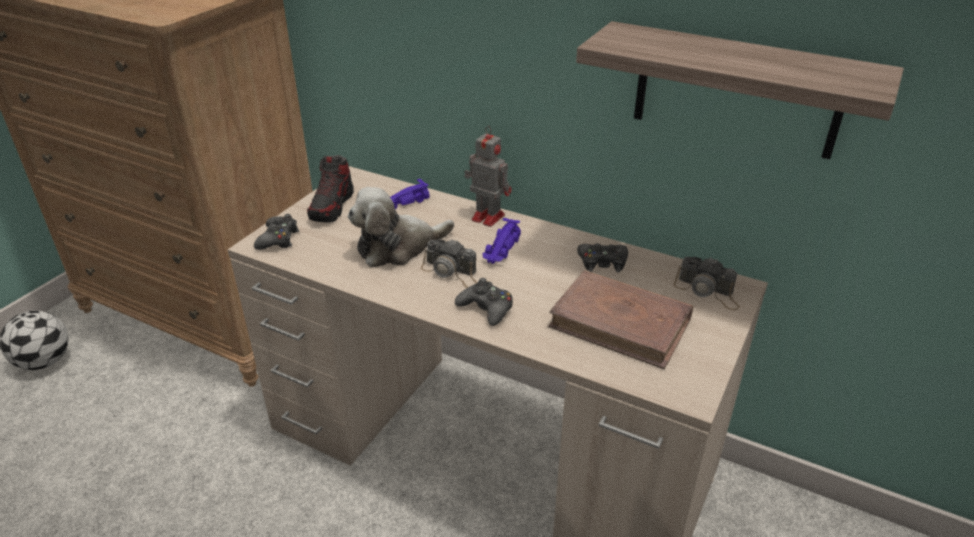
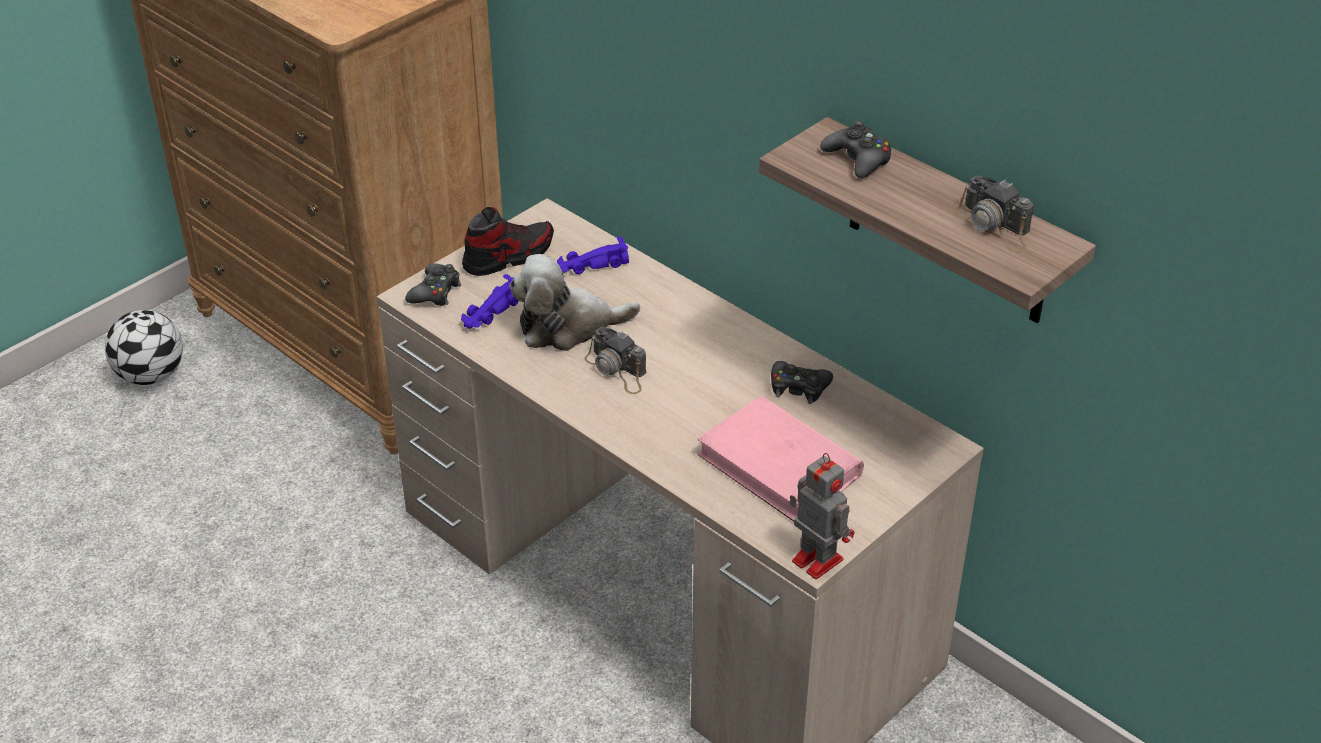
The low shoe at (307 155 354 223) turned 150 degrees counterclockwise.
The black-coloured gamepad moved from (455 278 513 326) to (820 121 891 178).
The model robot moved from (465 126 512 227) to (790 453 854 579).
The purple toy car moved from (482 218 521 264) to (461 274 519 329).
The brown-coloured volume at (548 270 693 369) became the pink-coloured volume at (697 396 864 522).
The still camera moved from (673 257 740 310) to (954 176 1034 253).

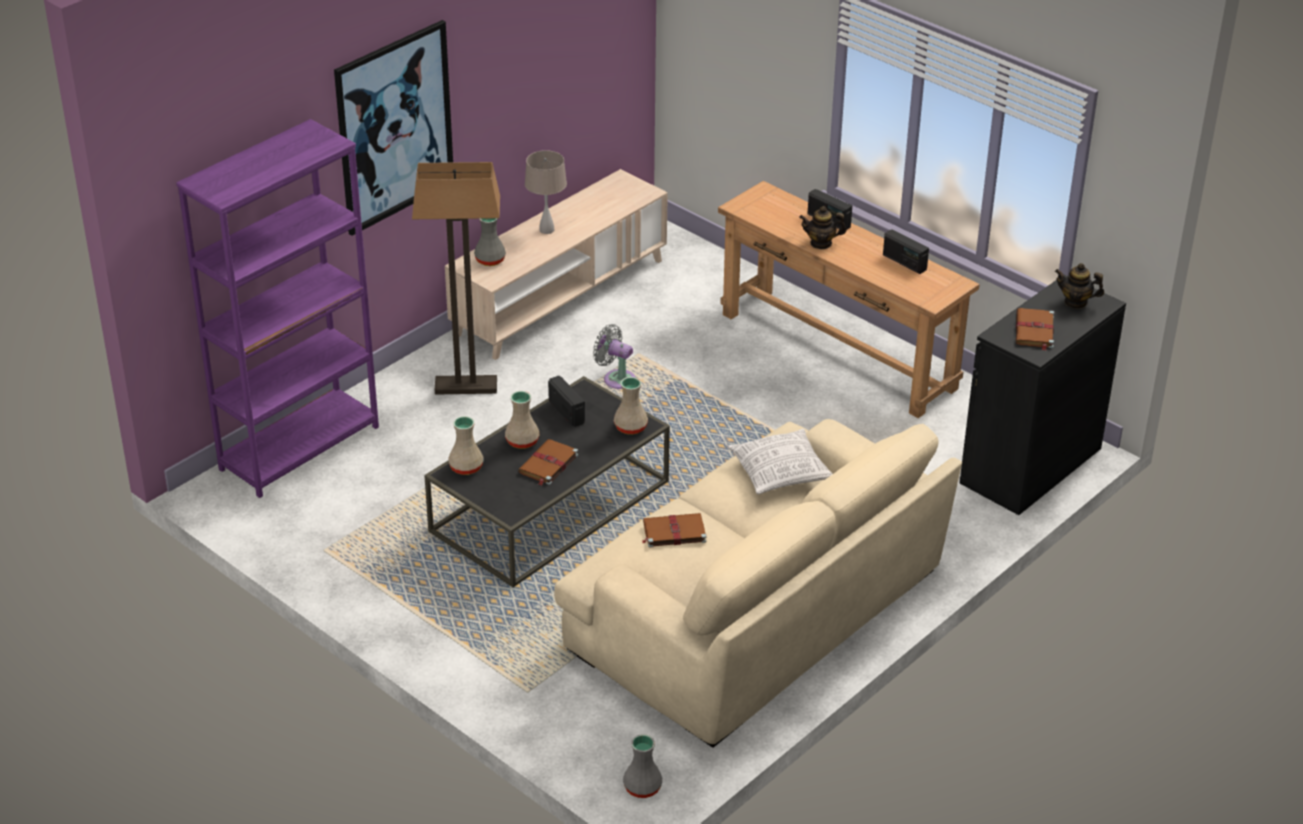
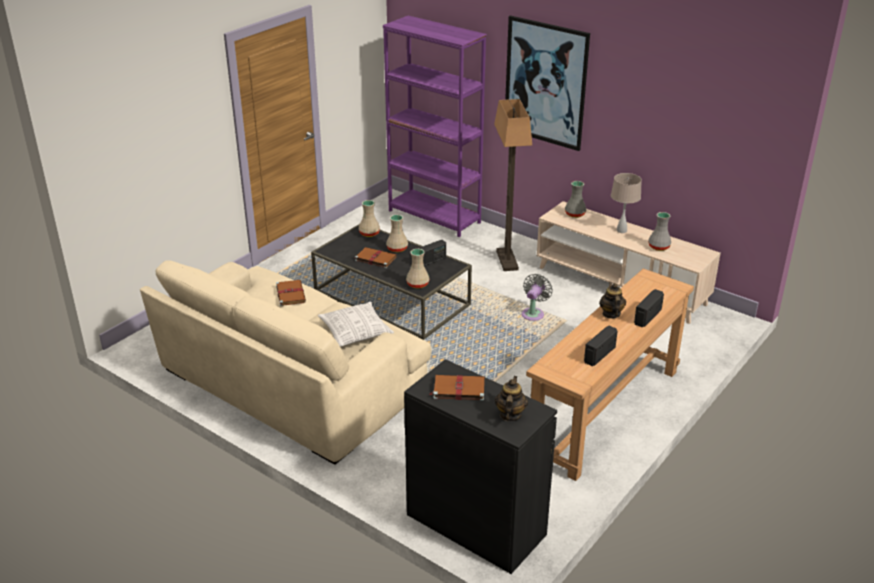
The greyish decorative vase moved from (623 734 662 798) to (648 212 671 251).

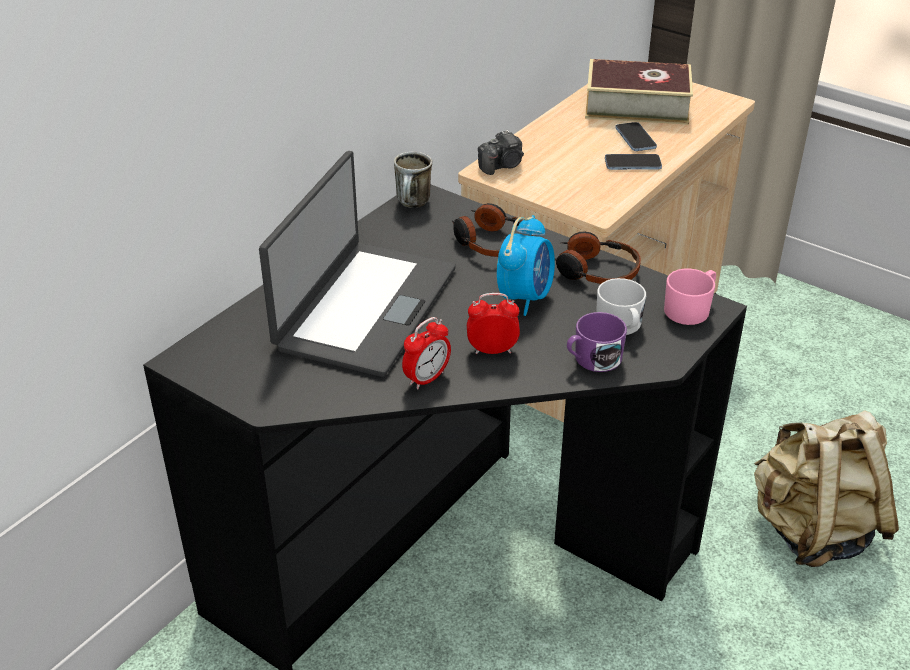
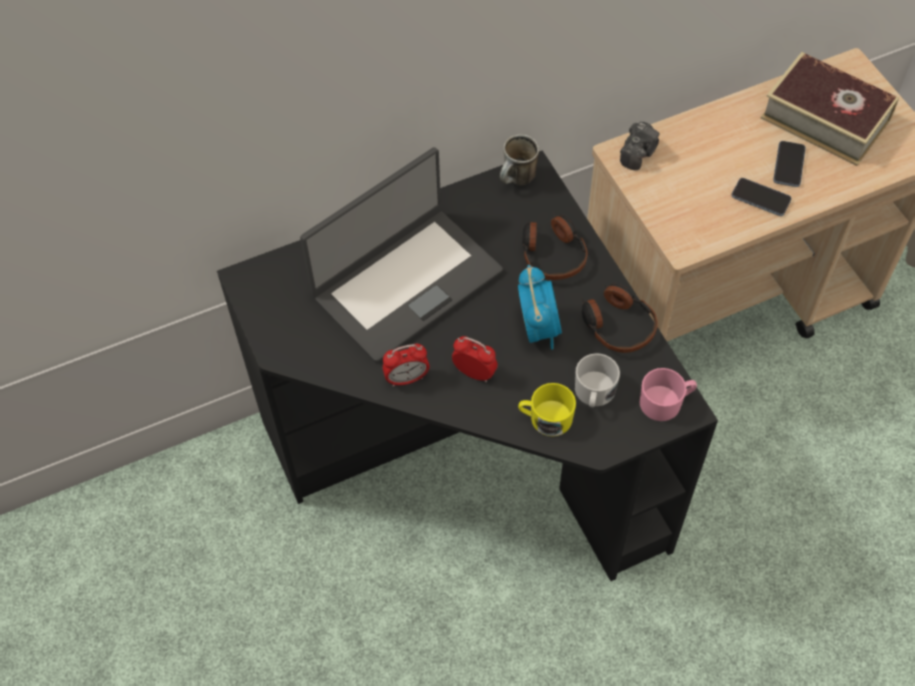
The still camera at (478 130 524 175) turned 60 degrees counterclockwise.
The alarm clock at (497 215 555 316) turned 60 degrees counterclockwise.
The purple tea mug at (567 312 627 372) became the yellow tea mug at (518 383 576 437).
The sand-coloured rucksack at (754 410 899 567) disappeared.

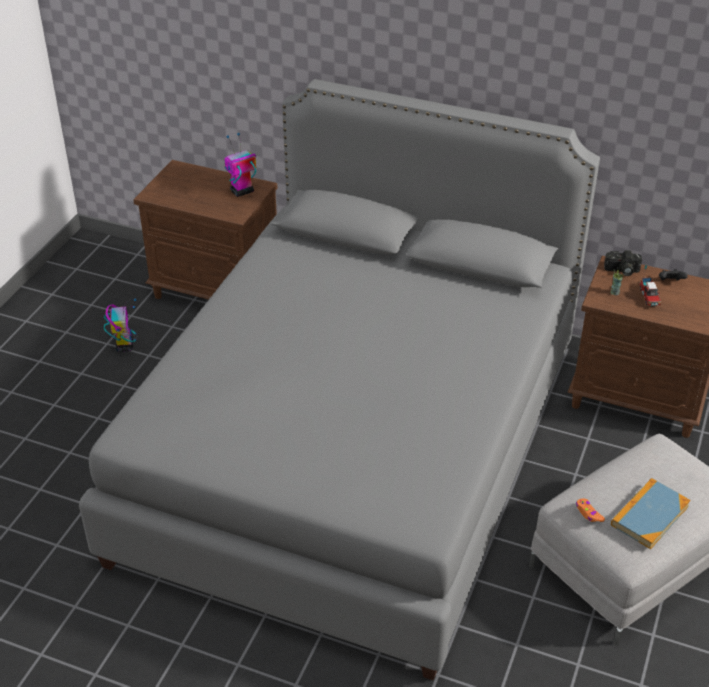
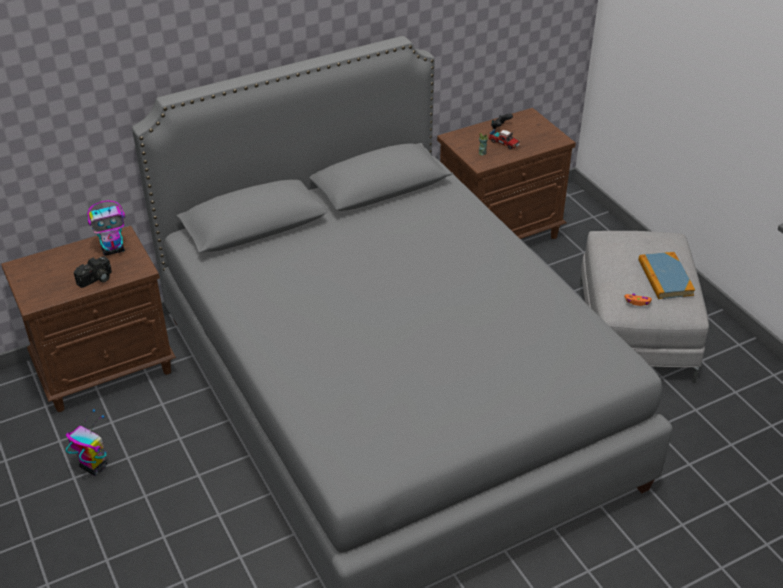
The model robot at (225 133 256 197) turned 120 degrees counterclockwise.
The still camera moved from (604 250 642 276) to (74 256 112 288).

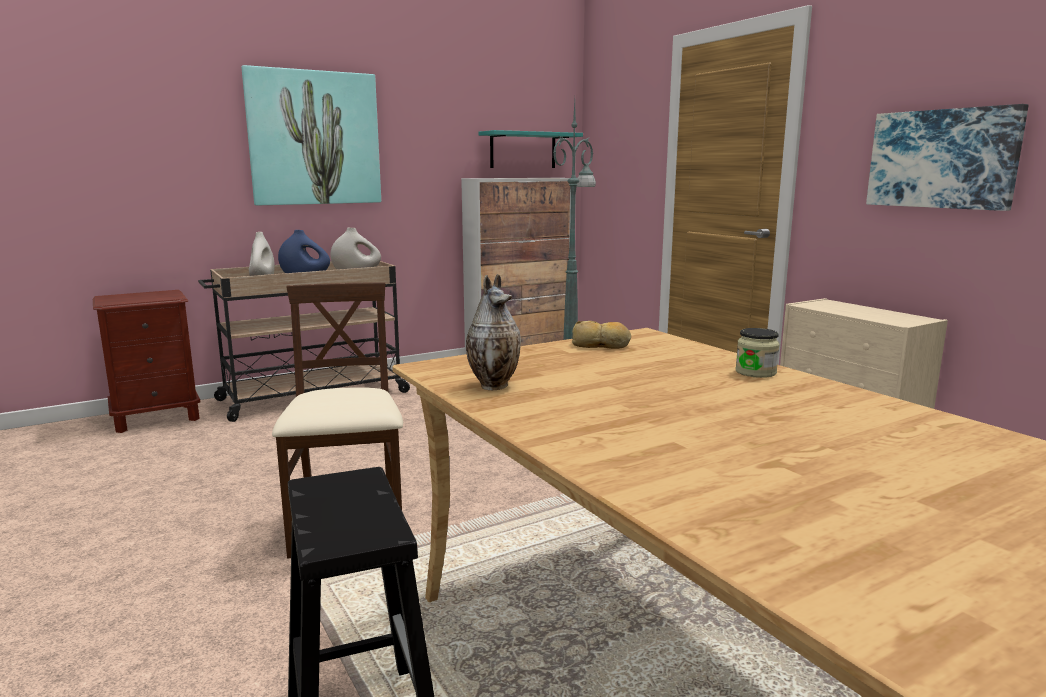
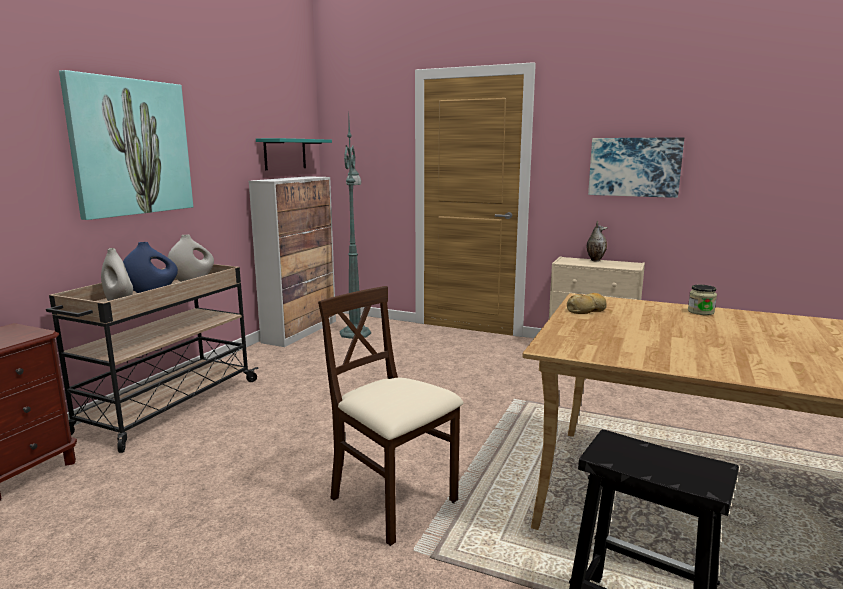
The decorative vase moved from (466 274 521 390) to (586 221 608 262).

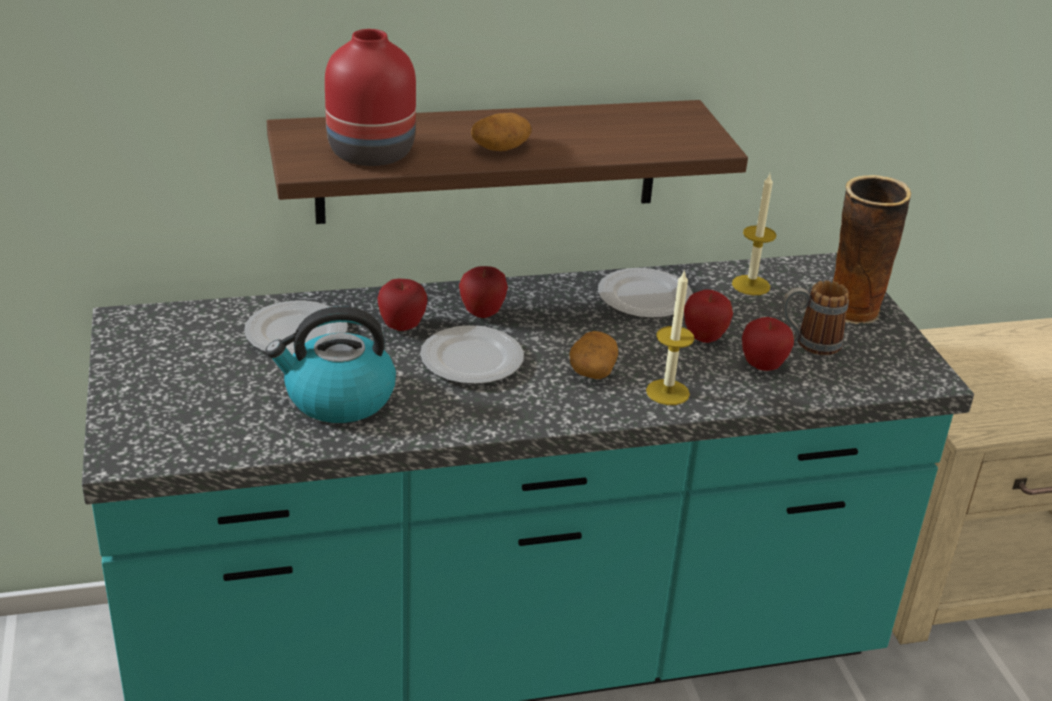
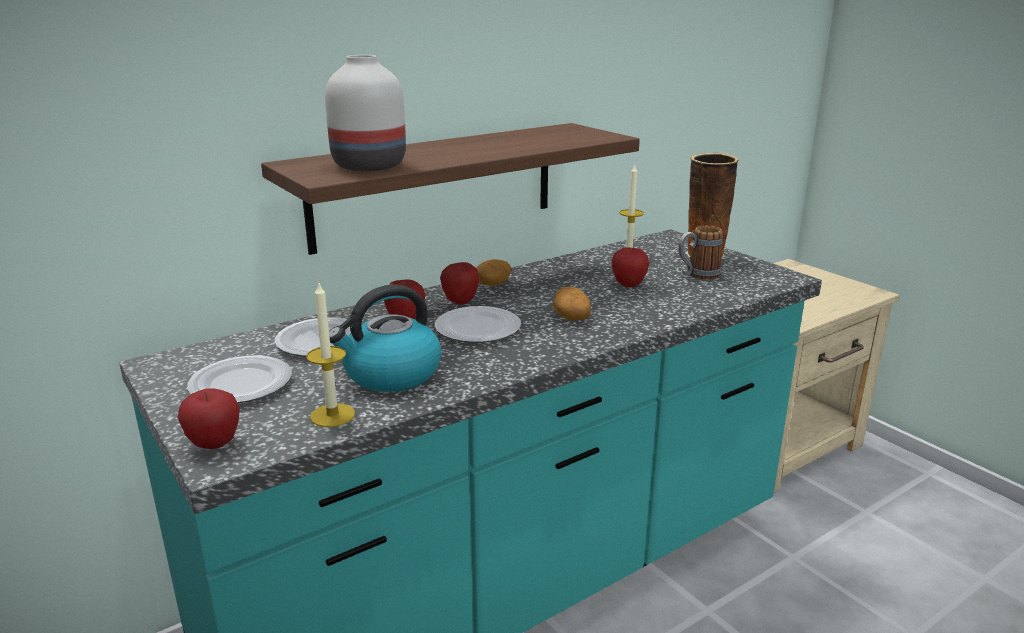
The reddish decorative vase at (325 29 416 166) became the whitish decorative vase at (325 55 406 172).
The whole potato moved from (471 113 532 151) to (476 259 511 286).
The flat dish moved from (598 268 693 318) to (187 356 292 403).
The wax light moved from (646 269 695 405) to (306 281 355 427).
The apple moved from (742 317 794 371) to (177 388 240 449).

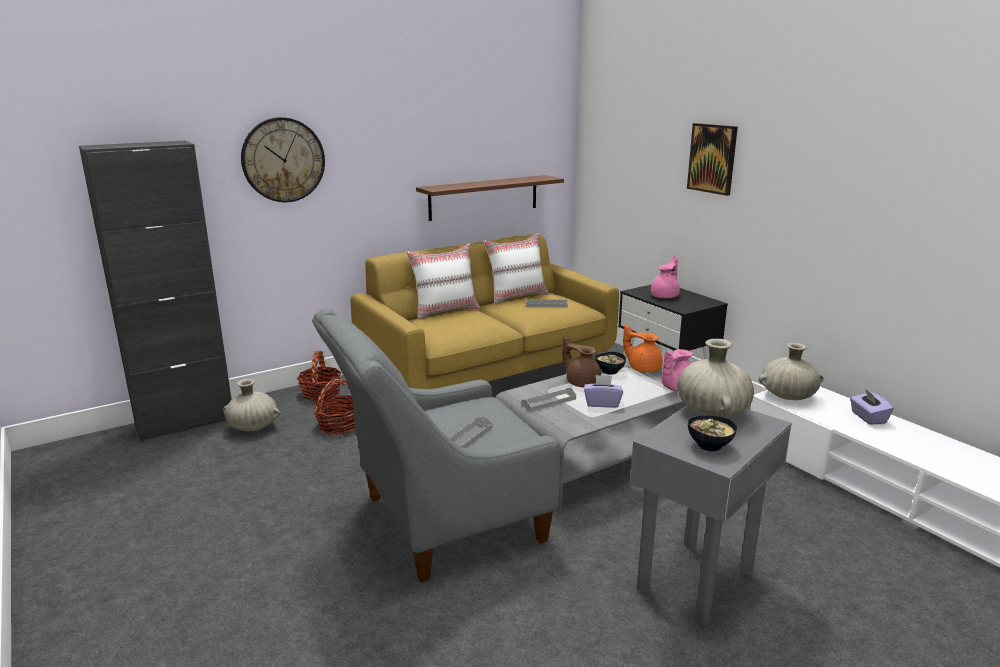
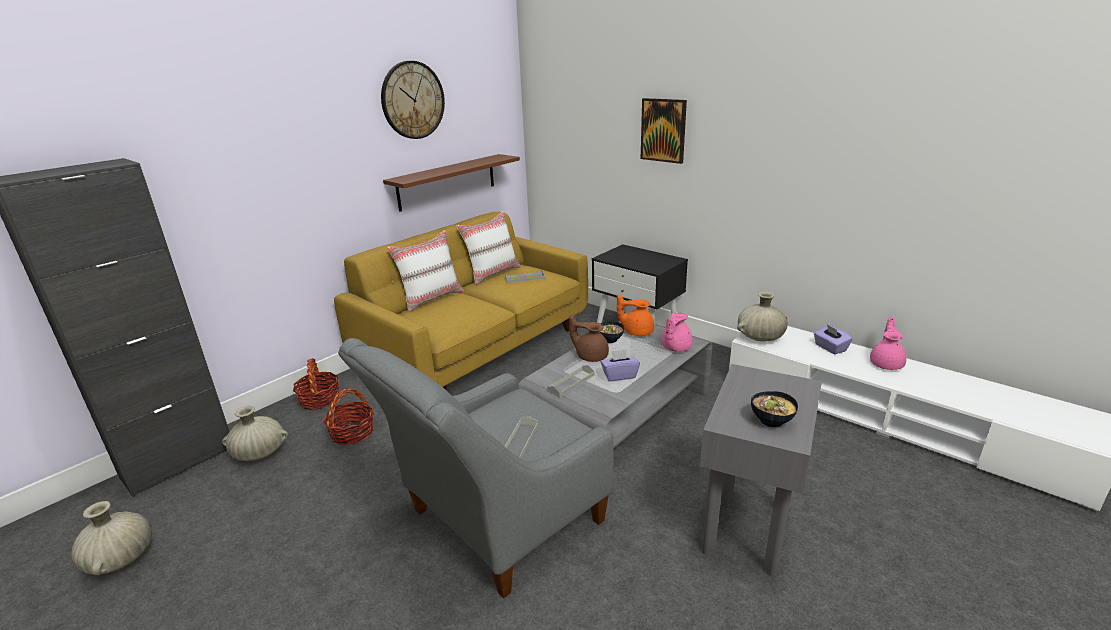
The hanging clock moved from (241 117 325 202) to (381 61 445 139).
The pink-coloured teapot moved from (651 255 680 298) to (870 316 906 370).
The sand-coloured decorative vase moved from (677 339 754 417) to (71 501 152 575).

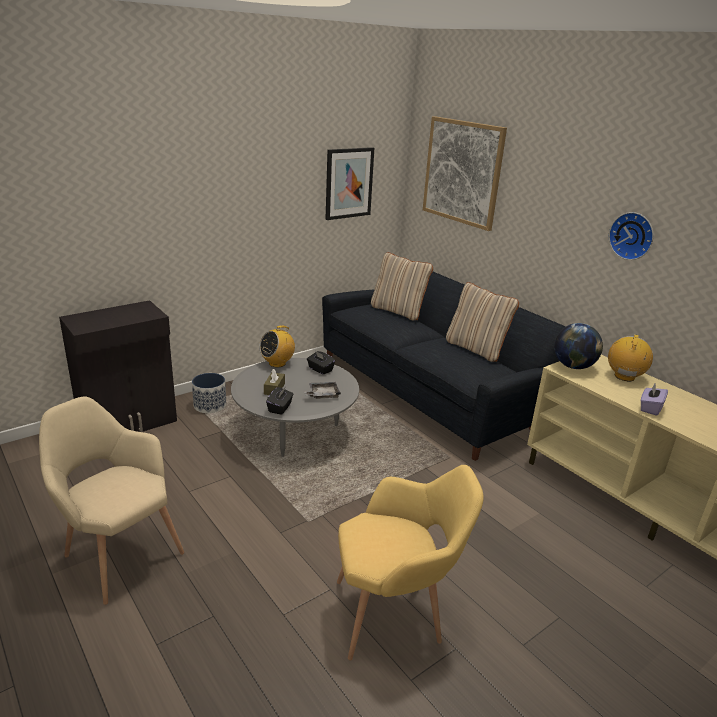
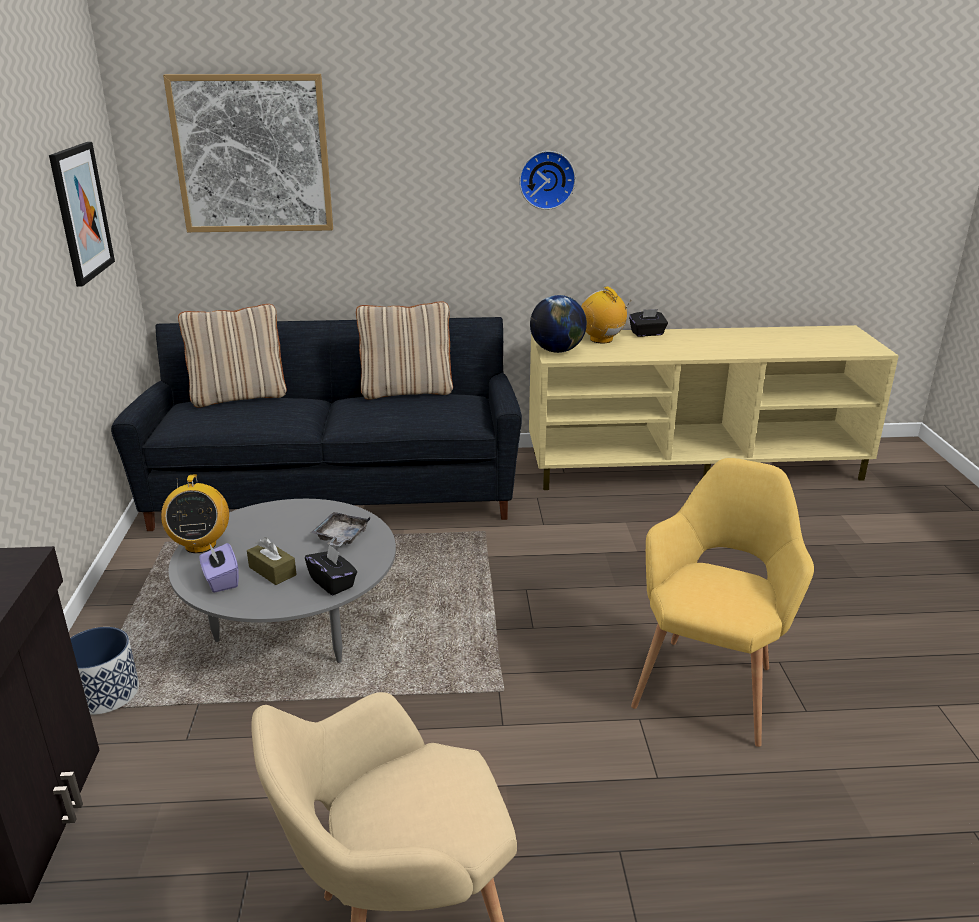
The black-coloured tissue holder moved from (307 350 335 375) to (629 309 668 337).
The purple tissue holder moved from (641 384 668 416) to (199 543 239 593).

